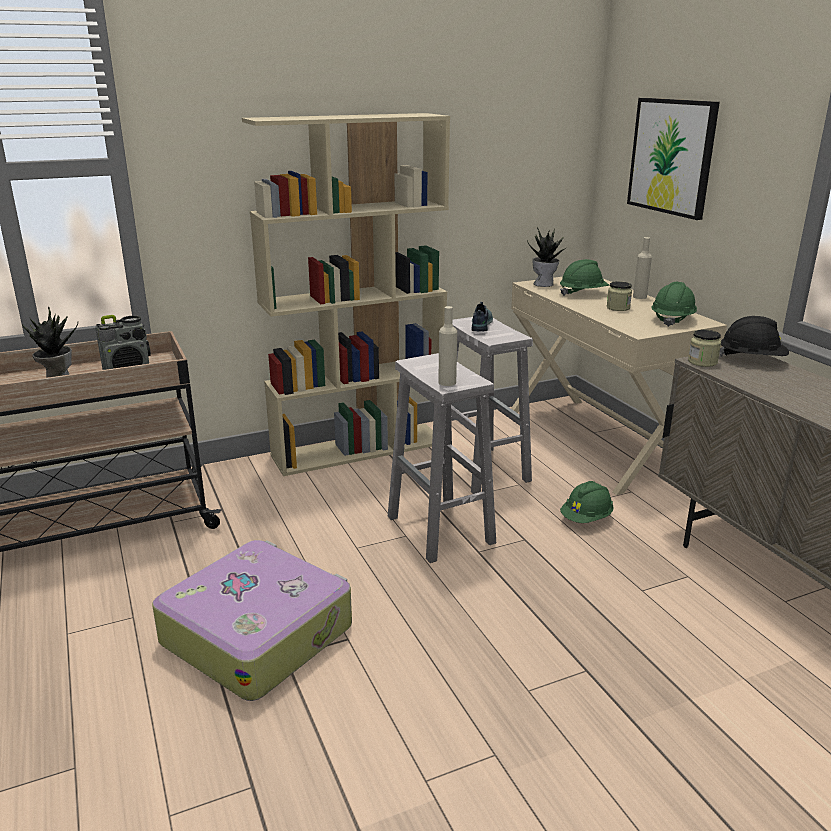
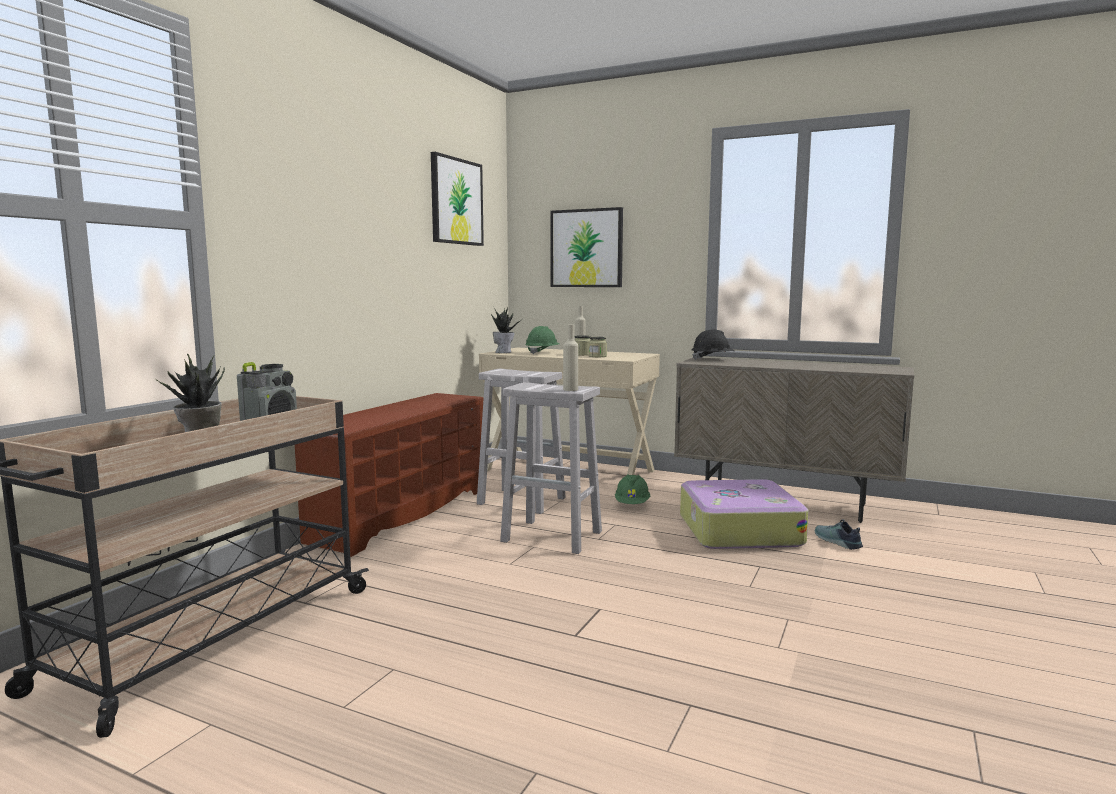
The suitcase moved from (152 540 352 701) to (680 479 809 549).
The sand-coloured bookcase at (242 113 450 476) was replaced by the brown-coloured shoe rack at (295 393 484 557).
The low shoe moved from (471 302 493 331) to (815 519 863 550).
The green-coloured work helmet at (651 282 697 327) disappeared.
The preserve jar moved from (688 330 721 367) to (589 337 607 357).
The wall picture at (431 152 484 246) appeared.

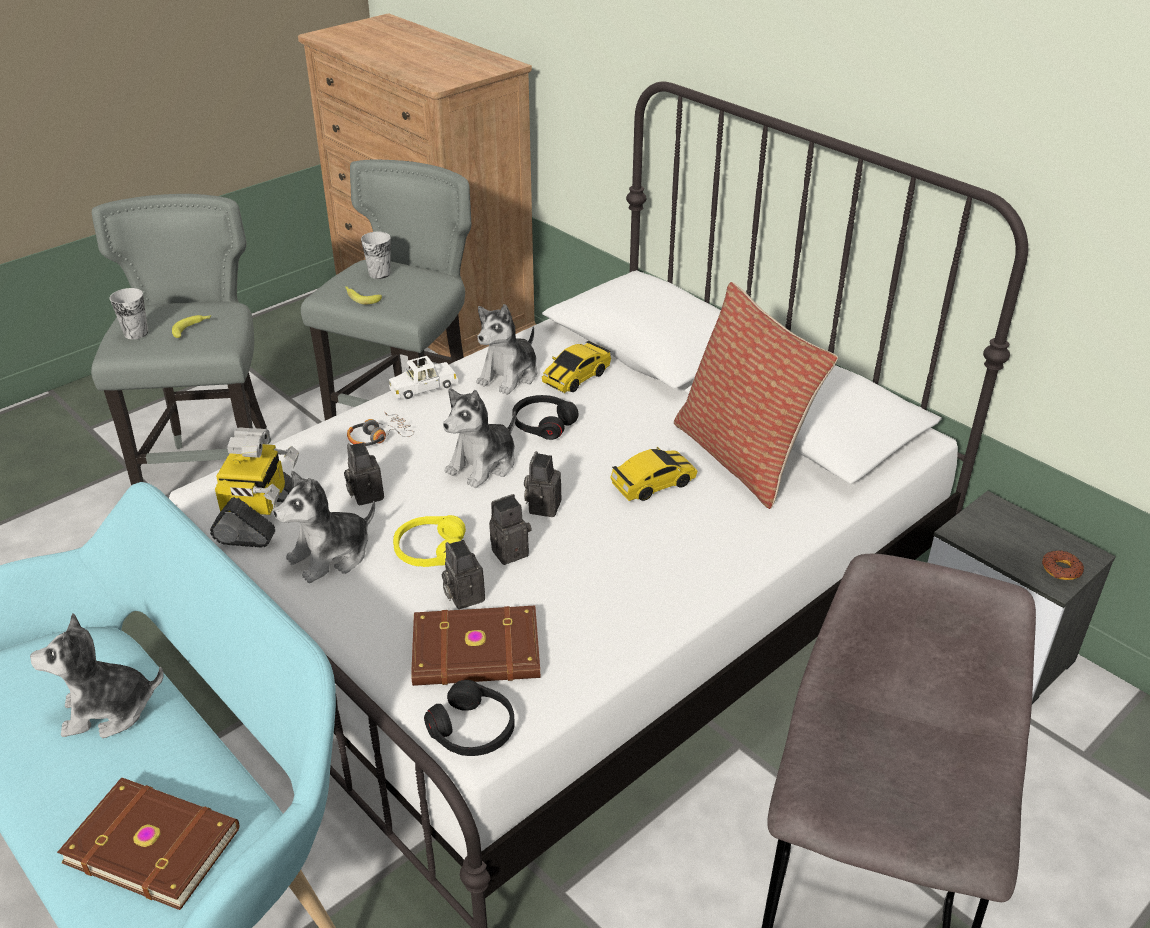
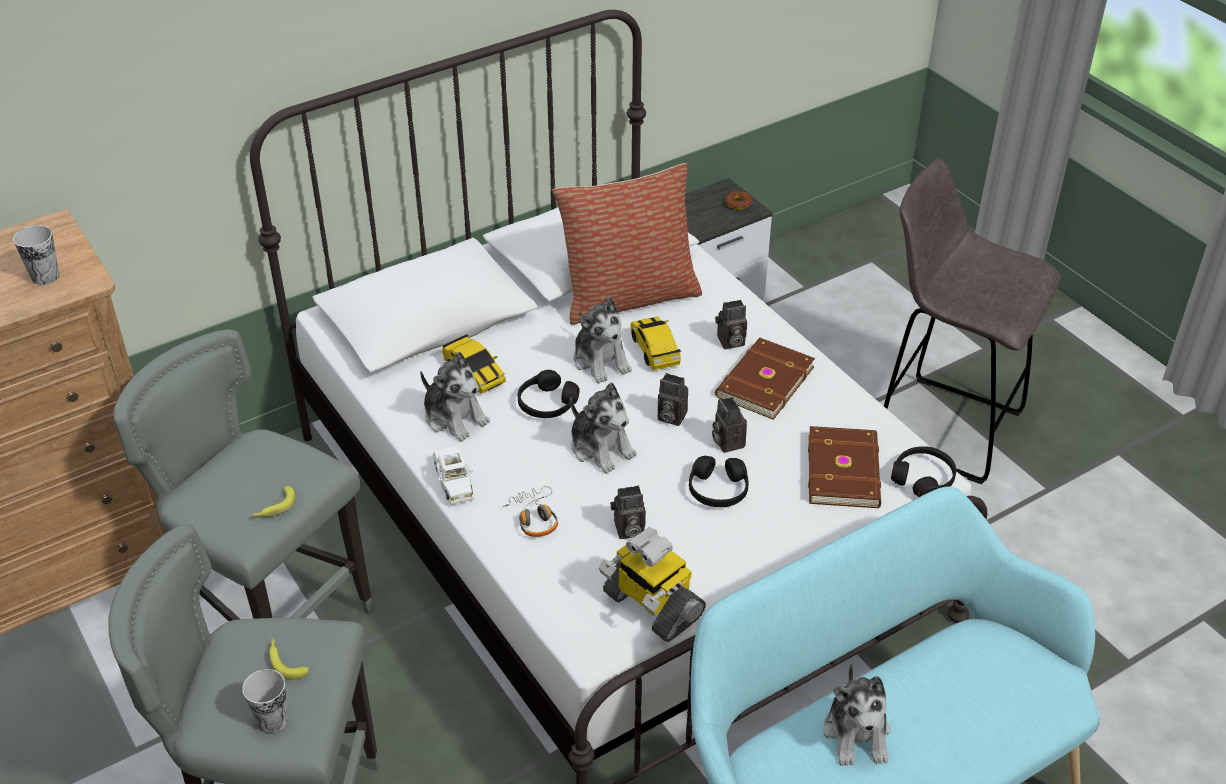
The brown-coloured volume moved from (57 778 239 910) to (715 338 815 420).
The model robot at (210 427 299 548) turned 150 degrees counterclockwise.
The plush toy moved from (273 471 375 583) to (573 297 632 383).
The drinking cup moved from (361 232 391 279) to (13 225 59 285).
The yellow pair of headphones at (393 515 466 567) became the black-coloured pair of headphones at (689 456 749 507).
The still camera moved from (442 540 485 609) to (715 300 747 349).

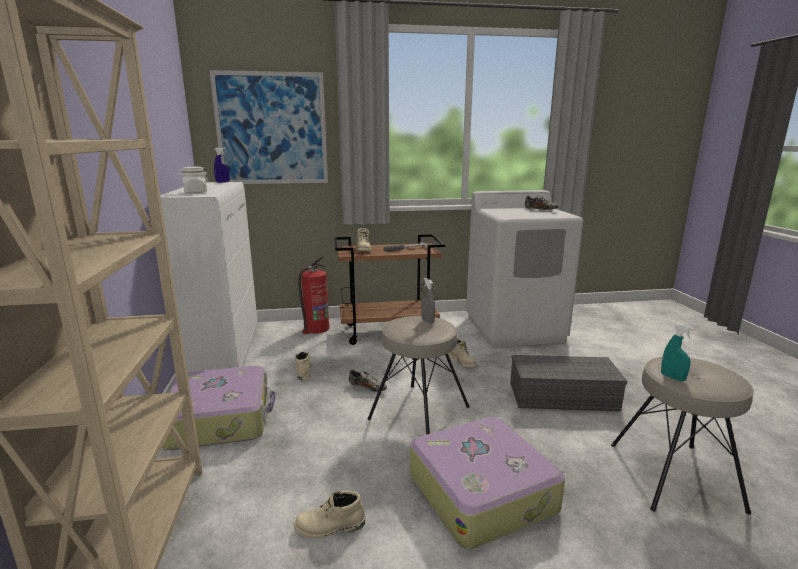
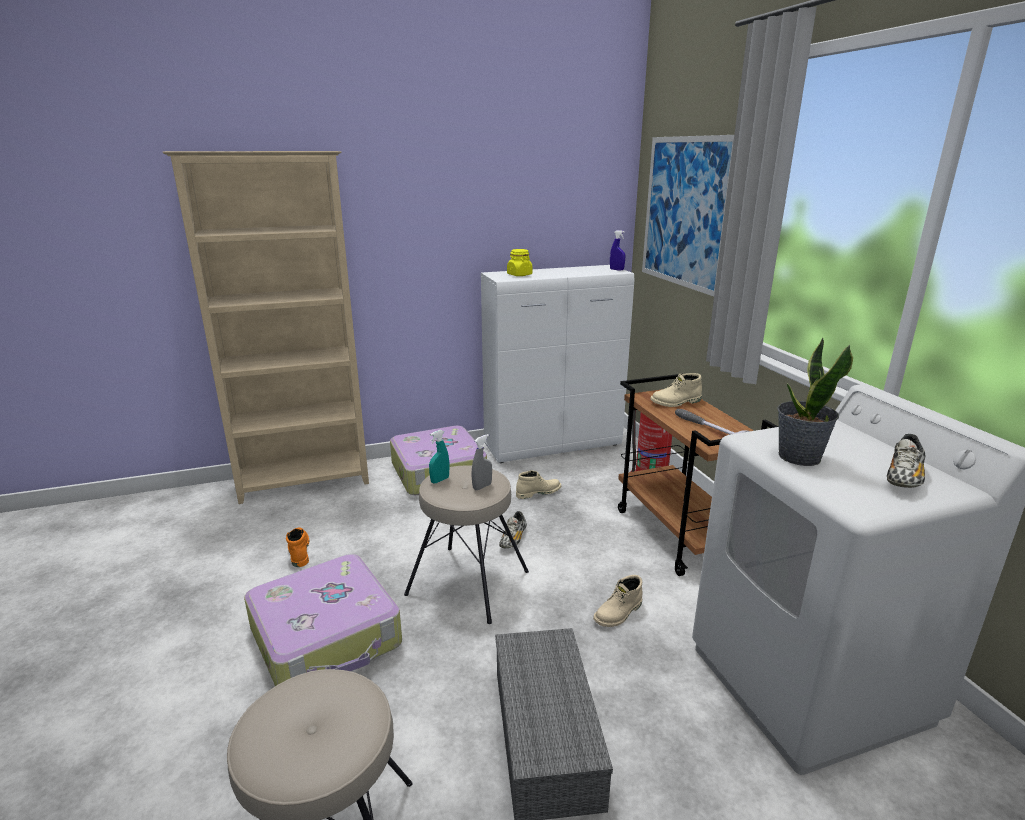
The whitish preserve jar at (178 167 209 193) became the yellow preserve jar at (507 249 533 276).
The sand-coloured boot at (293 490 365 539) became the orange-coloured boot at (286 527 309 567).
The turquoise-coloured spray bottle moved from (661 324 694 381) to (429 430 449 484).
The houseplant at (777 338 853 466) appeared.

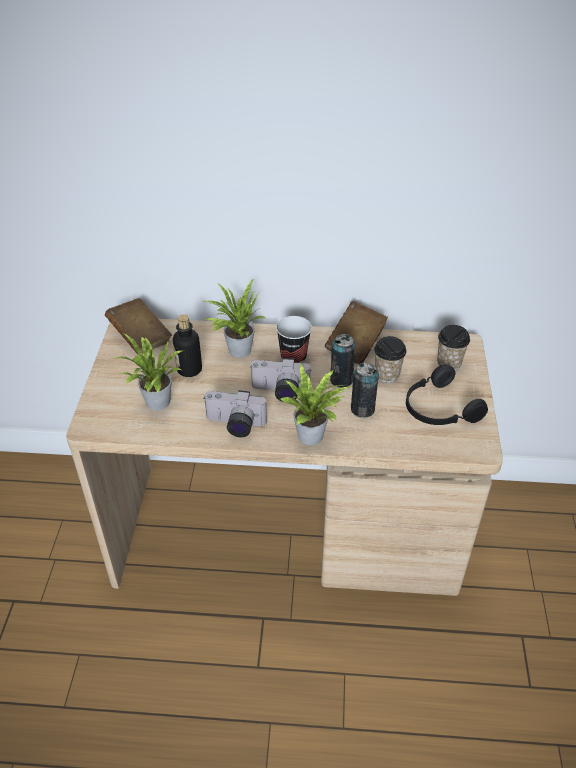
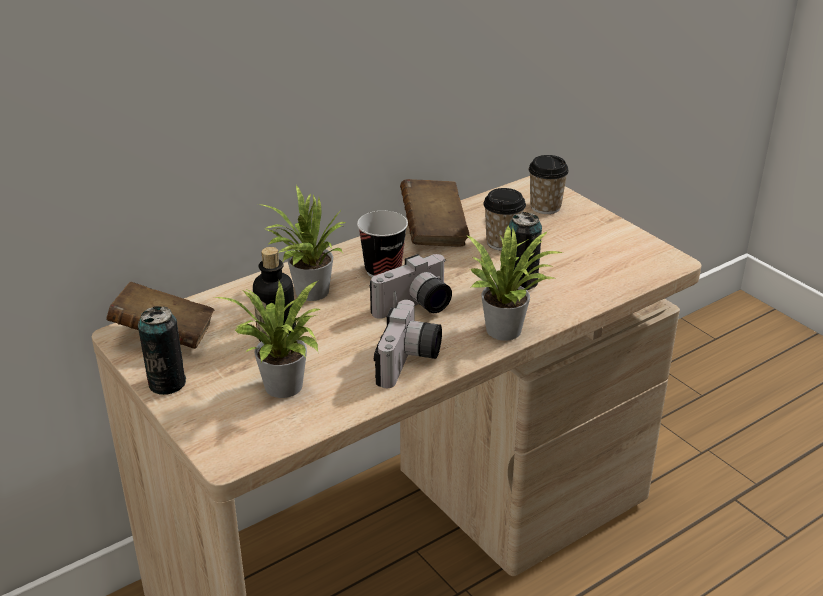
The still camera at (204 390 267 437) turned 45 degrees counterclockwise.
The metal can moved from (330 334 356 388) to (138 306 186 395).
The black-coloured pair of headphones at (406 364 488 425) disappeared.

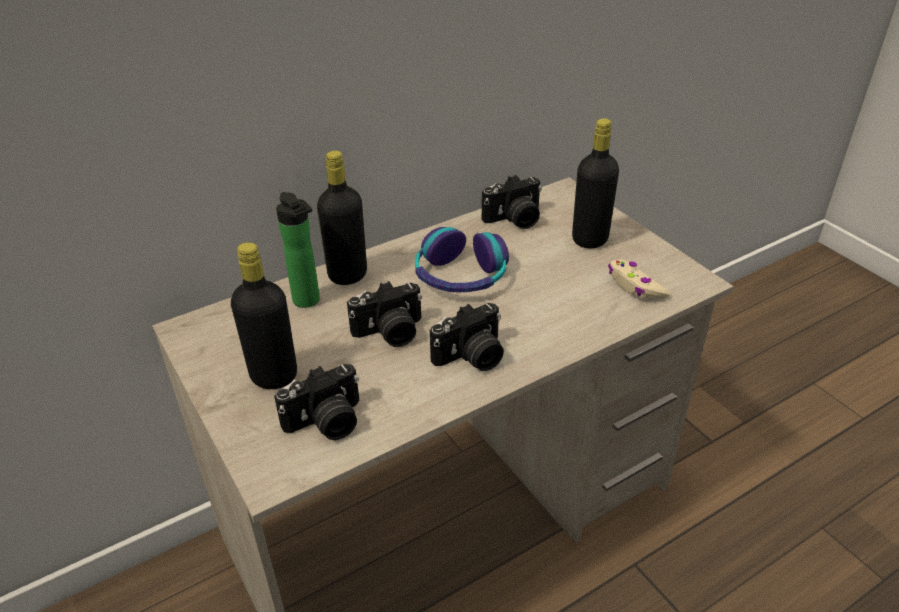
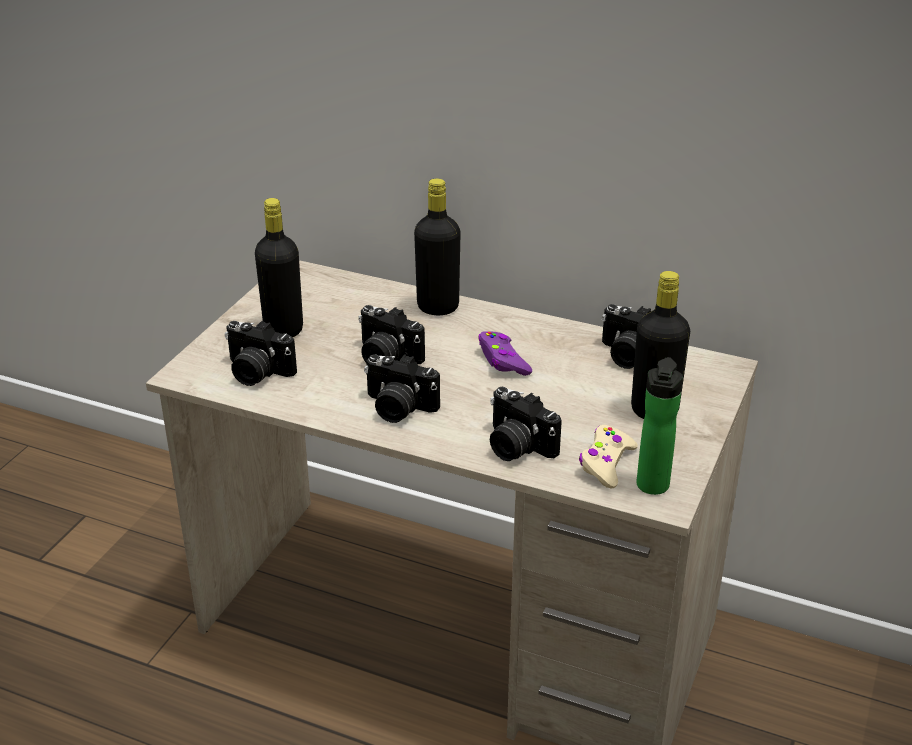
The drink bottle moved from (276 192 320 308) to (636 357 683 495).
The pair of headphones at (415 227 509 292) was replaced by the purple gamepad at (478 331 532 376).
The still camera at (490 387 562 461) appeared.

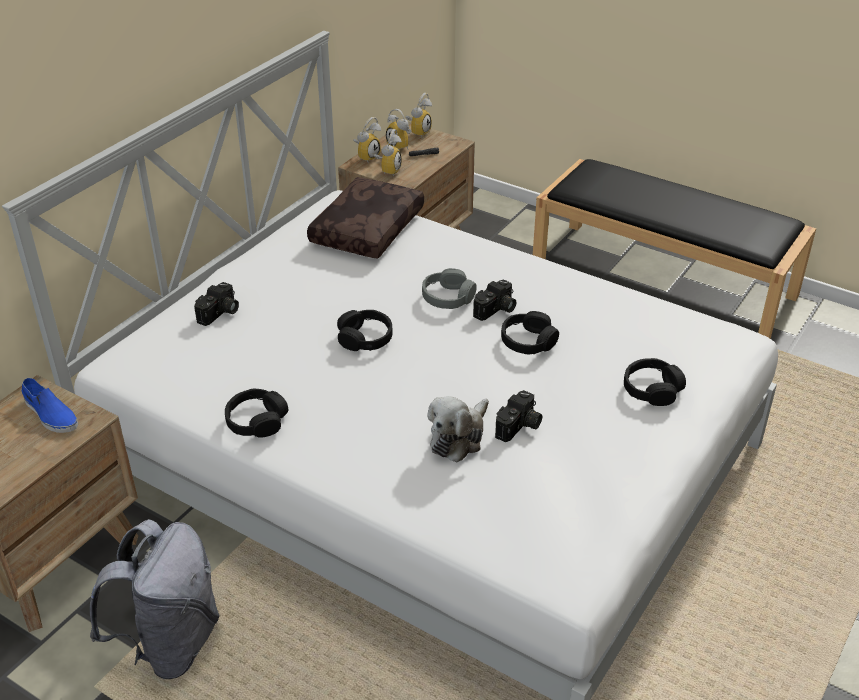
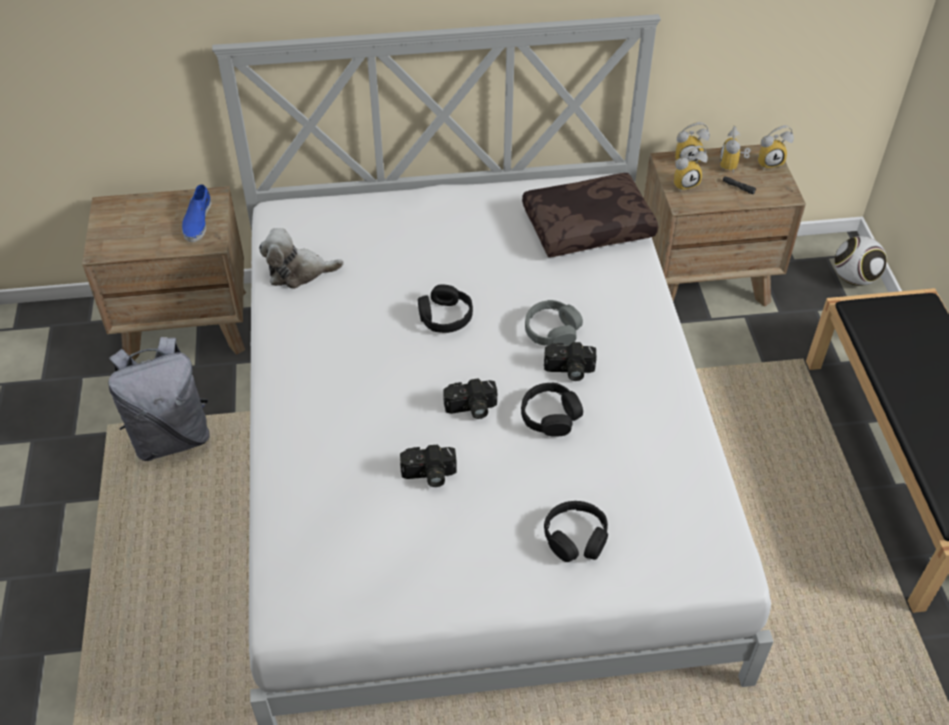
The still camera moved from (194 282 239 326) to (443 379 497 419).
The black-coloured pair of headphones at (225 388 288 438) disappeared.
The plush toy moved from (427 396 489 462) to (259 228 344 289).
The ball for football at (834 236 887 286) appeared.

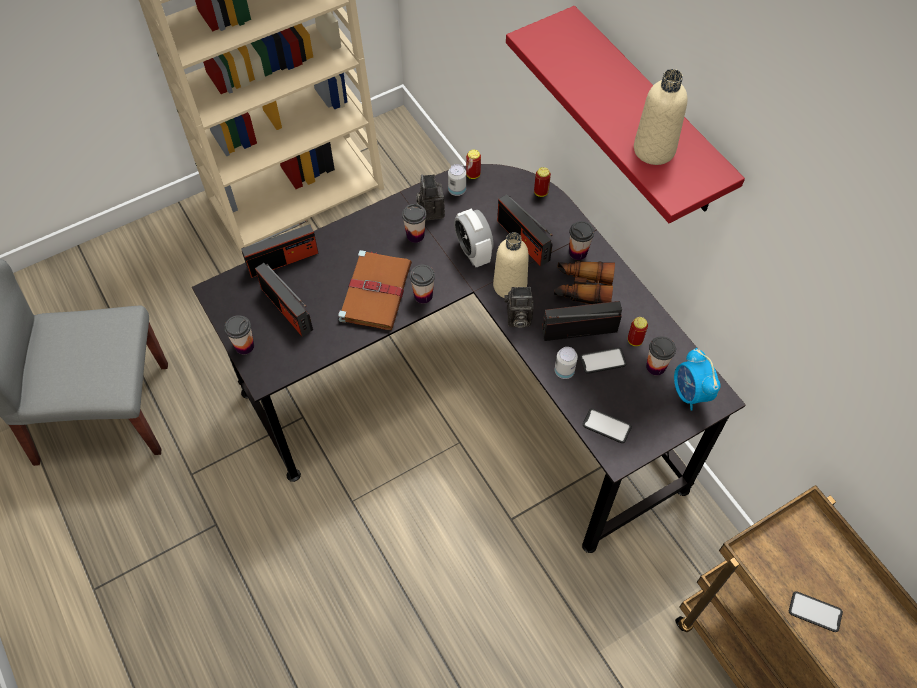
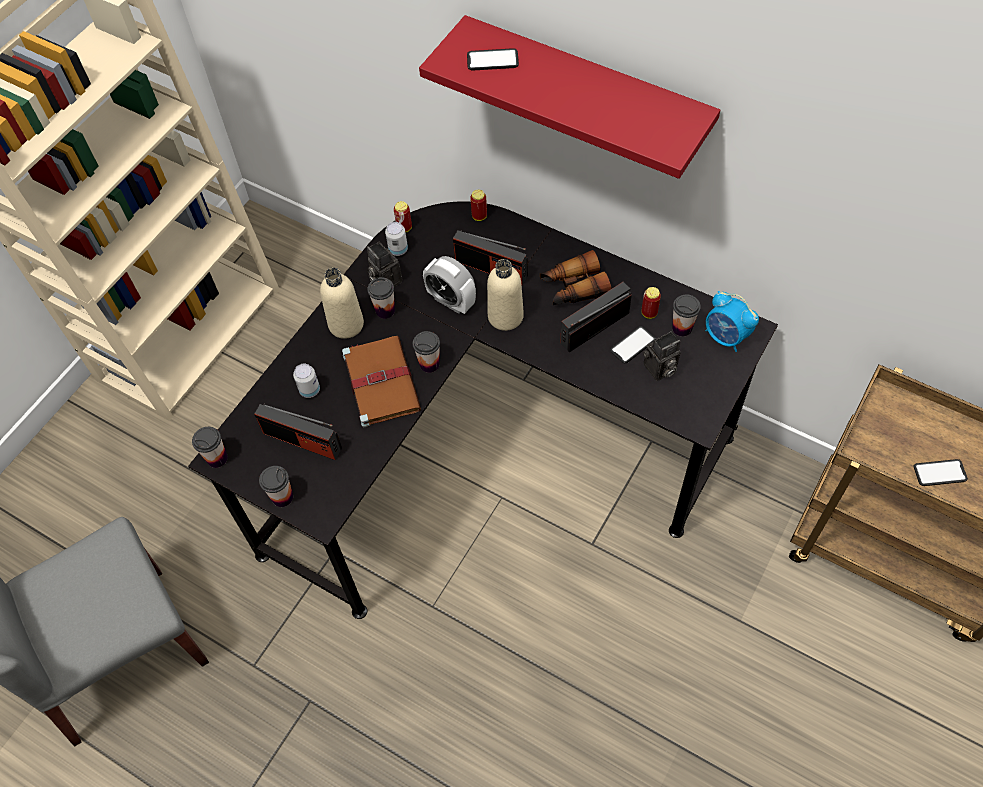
The radio set at (241 220 319 278) disappeared.
The still camera moved from (504 287 534 328) to (643 331 681 381).
The metal can moved from (554 347 578 379) to (293 364 320 398).
The drinking cup moved from (569 221 594 260) to (192 427 228 468).
The handset moved from (583 408 632 443) to (467 48 519 71).
The sand-coloured drink bottle moved from (634 69 687 165) to (320 268 364 339).

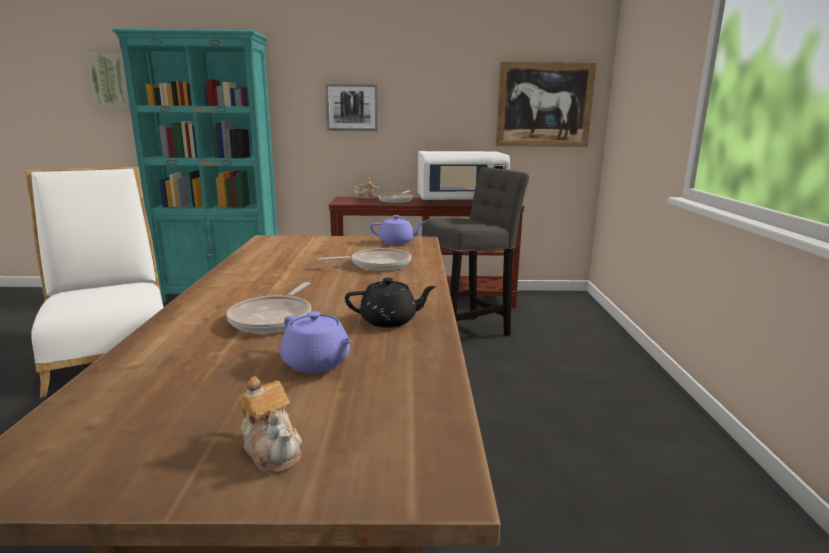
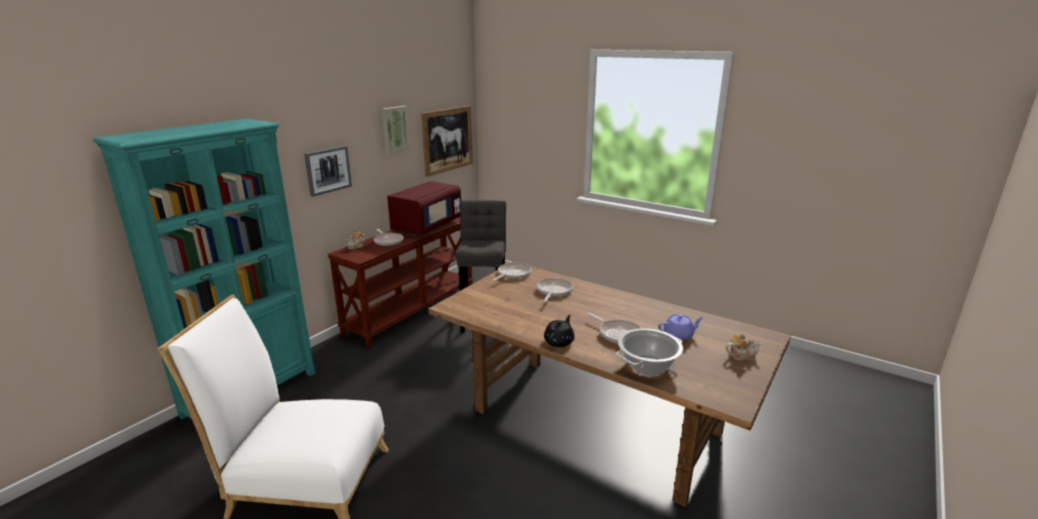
The wall picture moved from (86 53 130 111) to (382 106 410 155).
The black-coloured teapot moved from (345 278 437 328) to (544 315 574 347).
The purple teapot at (370 215 427 245) was replaced by the pan at (492 262 532 281).
The whitish kitchen microwave at (418 151 510 203) became the reddish kitchen microwave at (387 181 461 236).
The stockpot at (616 328 683 375) appeared.

